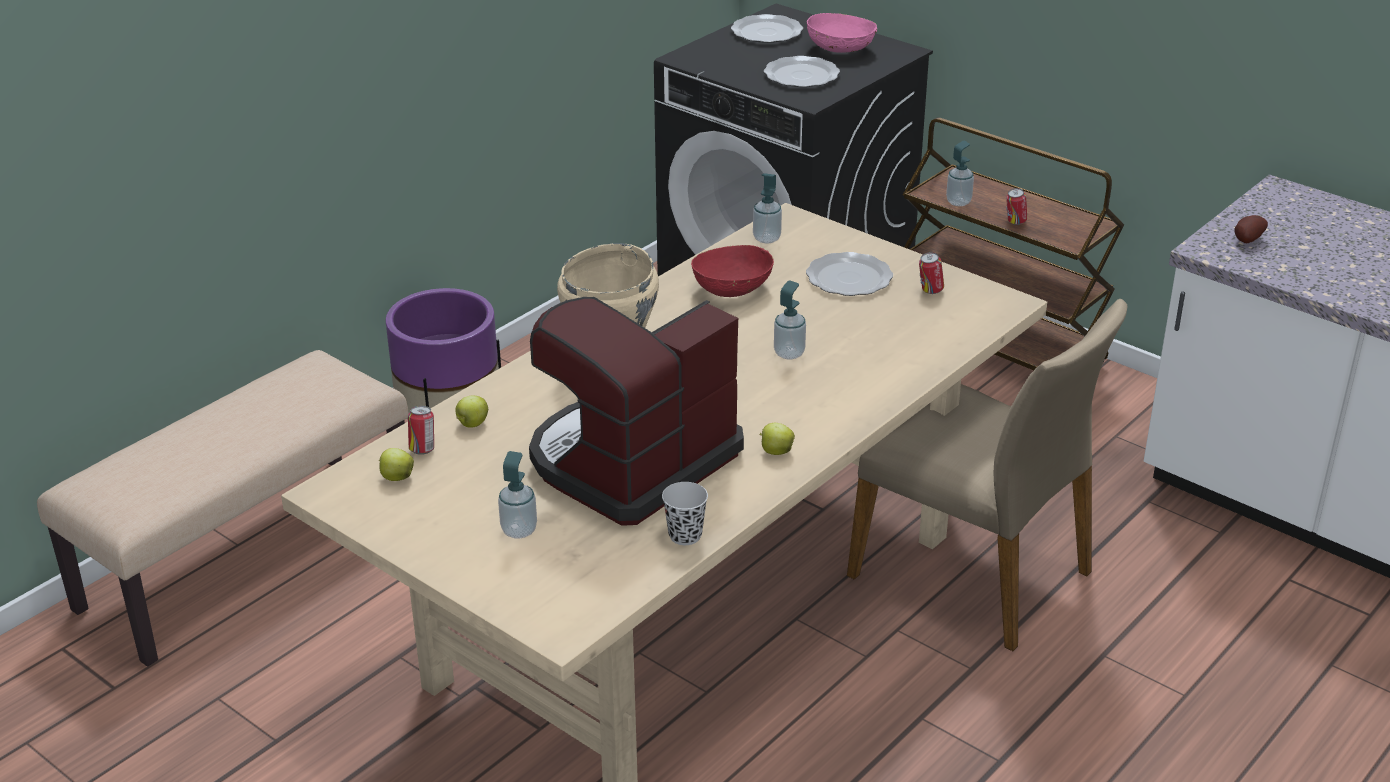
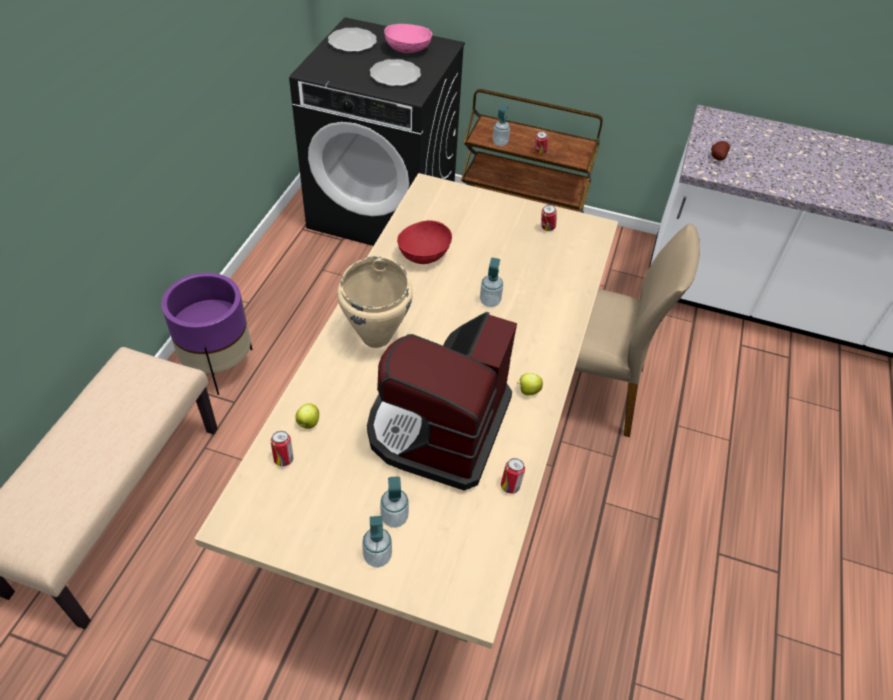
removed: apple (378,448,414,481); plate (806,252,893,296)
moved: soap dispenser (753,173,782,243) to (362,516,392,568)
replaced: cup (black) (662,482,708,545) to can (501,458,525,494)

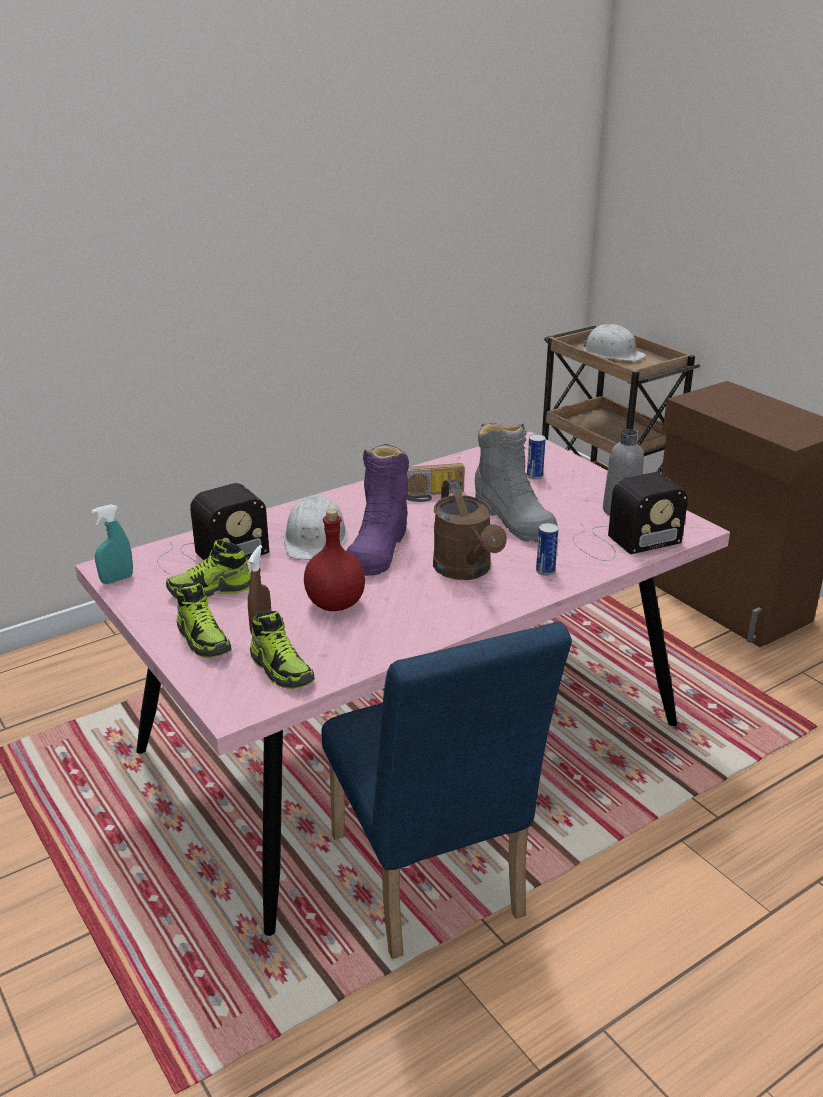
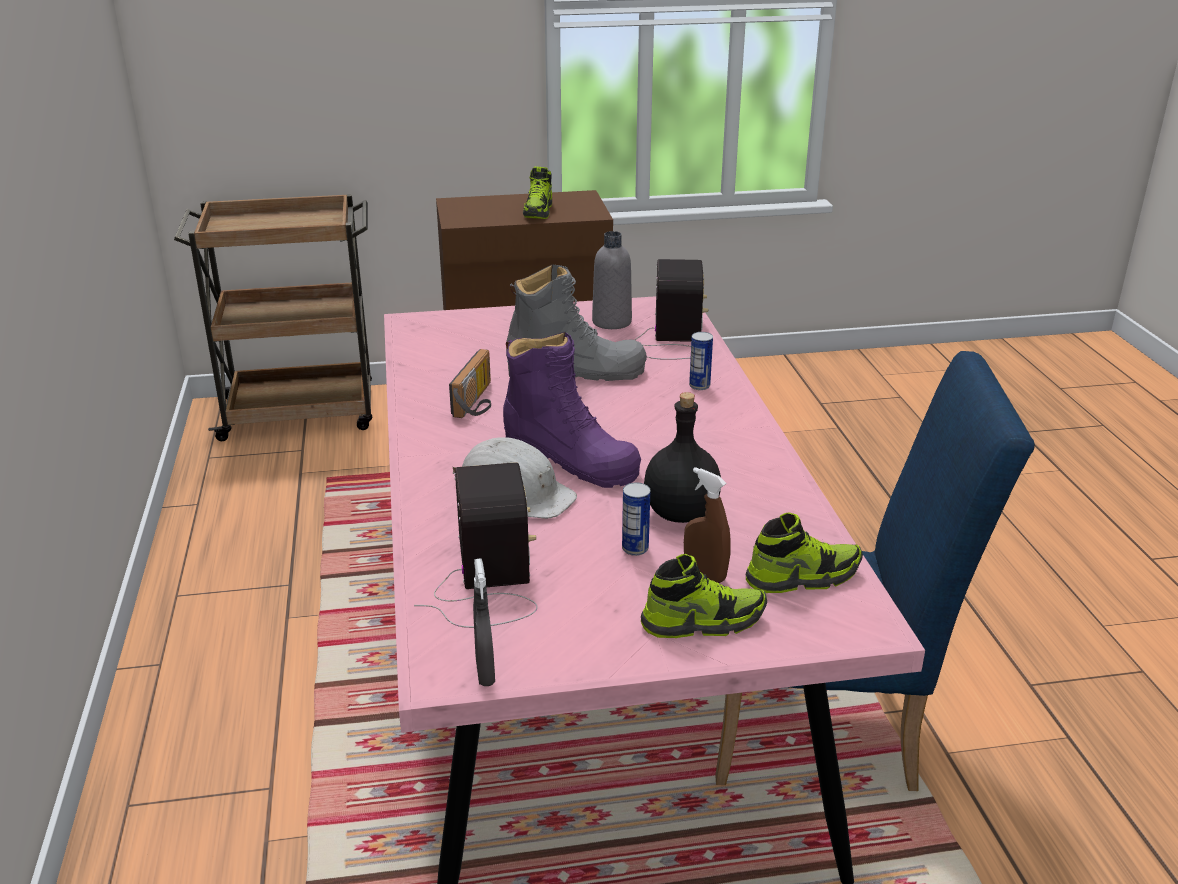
removed: watering can (brown) (433,479,507,580); hard hat (white) (581,324,646,361)
moved: shoe (166,539,251,599) to (523,167,552,219); can (527,434,546,480) to (622,482,650,556)
recoloured: spray bottle (turquoise) (91,504,133,584) to spray bottle (grey) (473,558,495,686); bottle (red) (304,509,365,611) to bottle (black) (644,392,721,523)

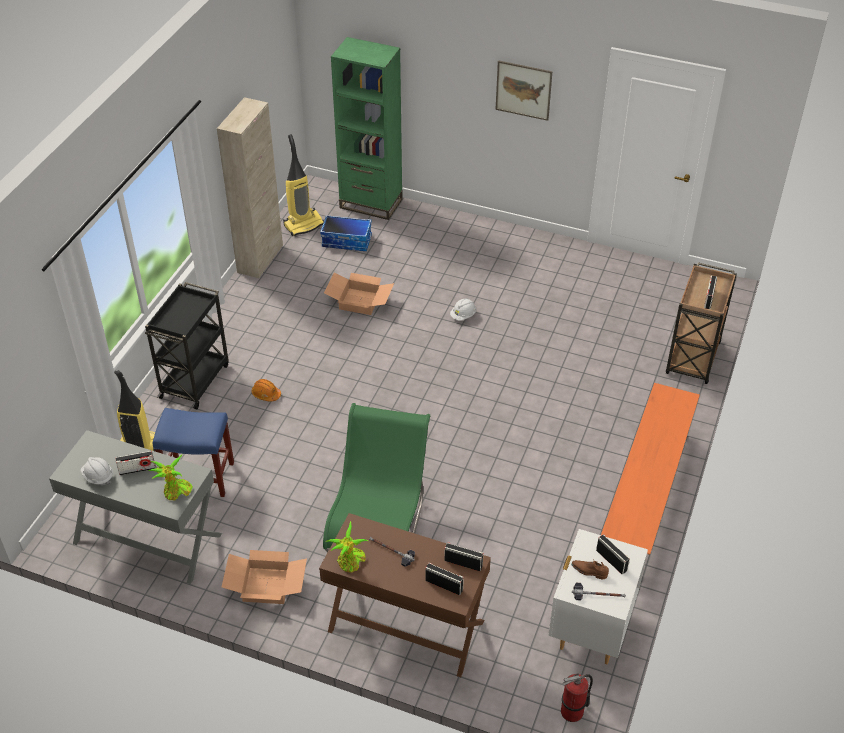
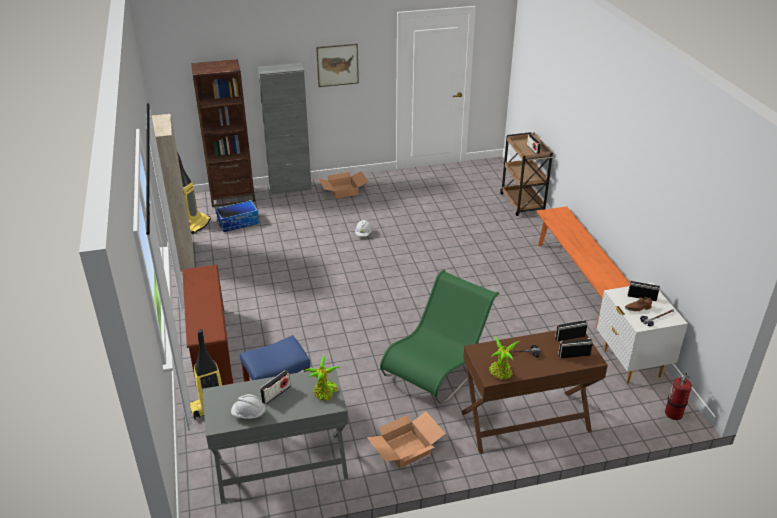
removed: hard hat (orange) (251,379,281,402)
added: cabinet (grey) (258,63,312,195)
moved: cardboard box (324,273,394,315) to (318,171,369,199)
replaced: cart (black) (145,282,229,410) to shoe rack (brown) (182,265,233,388)
recoloured: bookcase (green) (331,37,403,220) to bookcase (brown) (191,59,255,207)
turned: chair (green) (323,403,431,552) = (380,270,499,403) 60 degrees clockwise

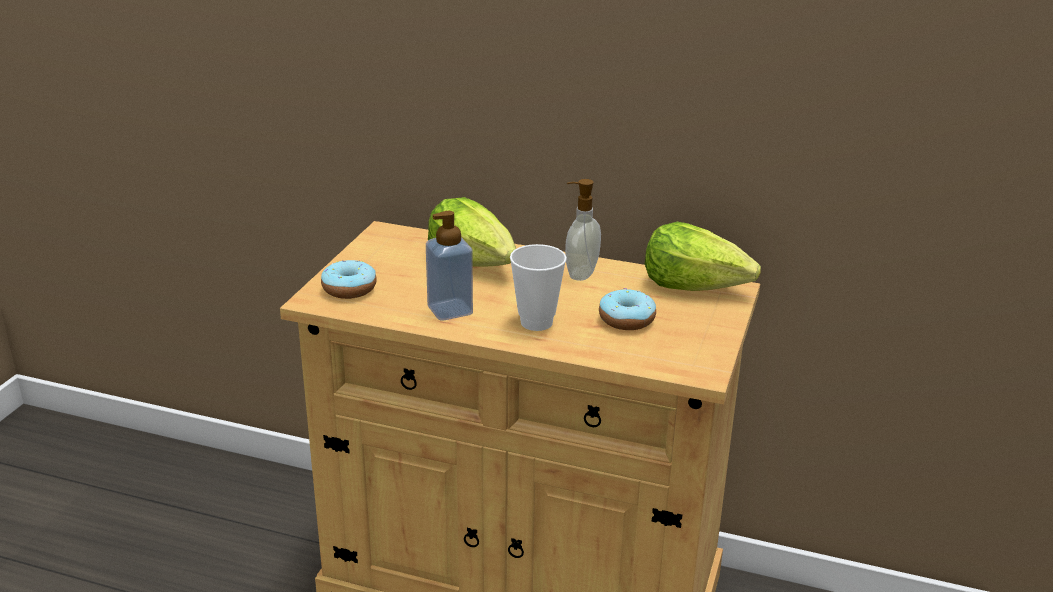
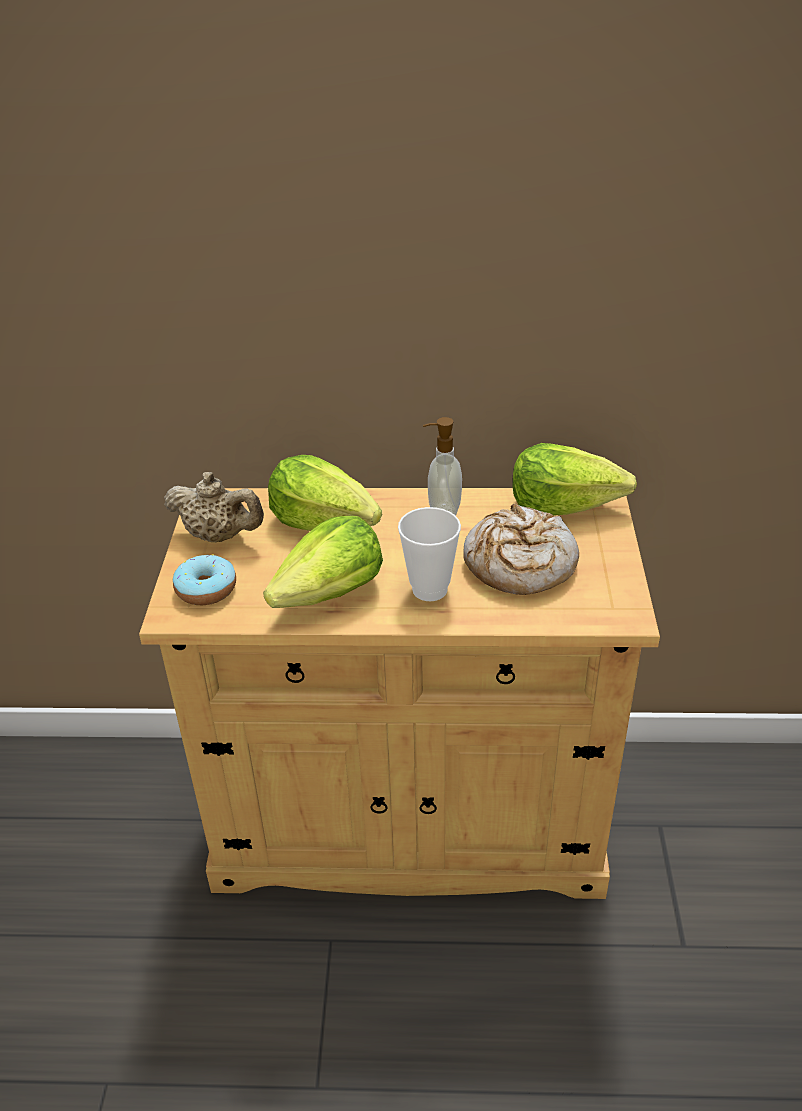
added: teapot (beige) (164,472,264,542)
replaced: soap dispenser (426,211,473,321) to lettuce (263,516,383,608); donut (599,288,656,330) to bread (463,504,579,595)

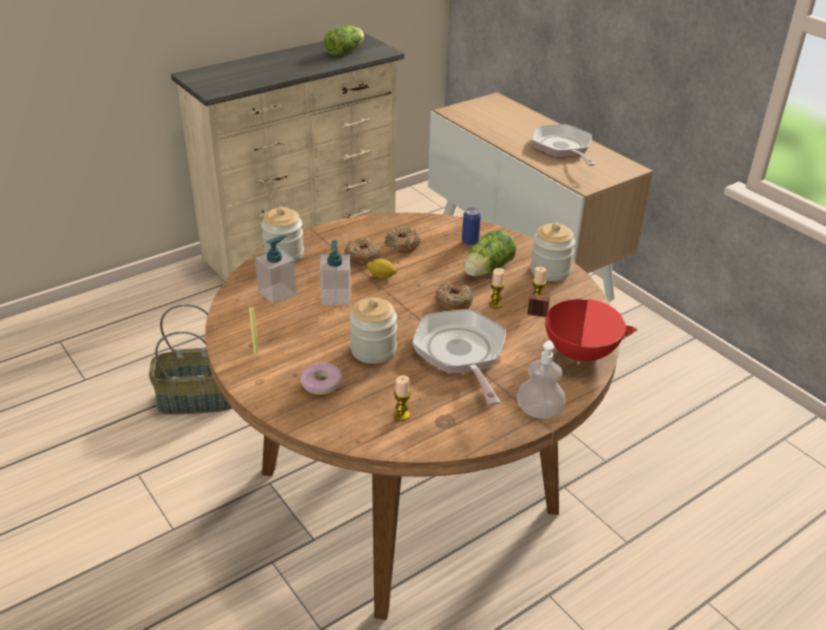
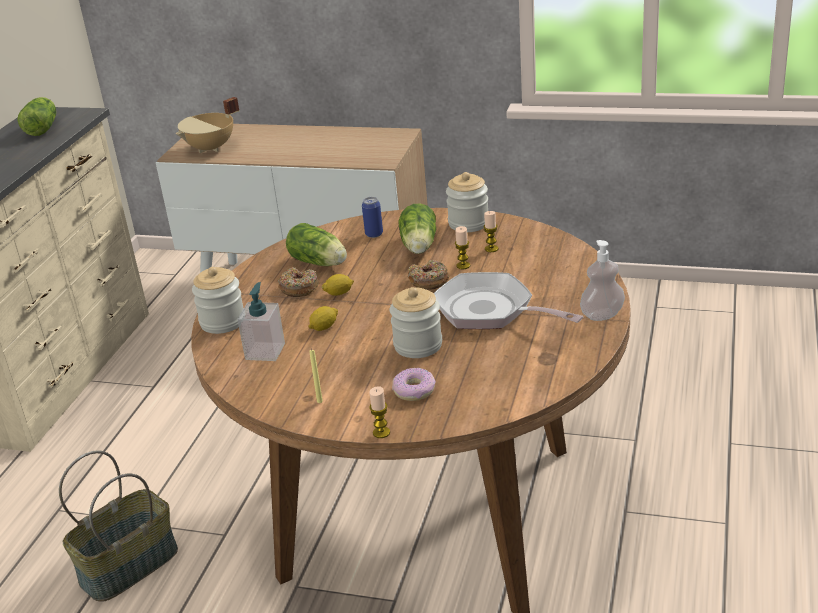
removed: cooking pot (red) (527,294,637,365); frying pan (532,124,596,166)
added: cooking pot (beige) (176,97,239,153)
moved: candle (394,375,411,421) to (369,386,390,438)
replaced: soap dispenser (320,240,351,305) to lemon (308,306,338,331); donut (385,226,421,253) to lettuce (286,223,347,266)

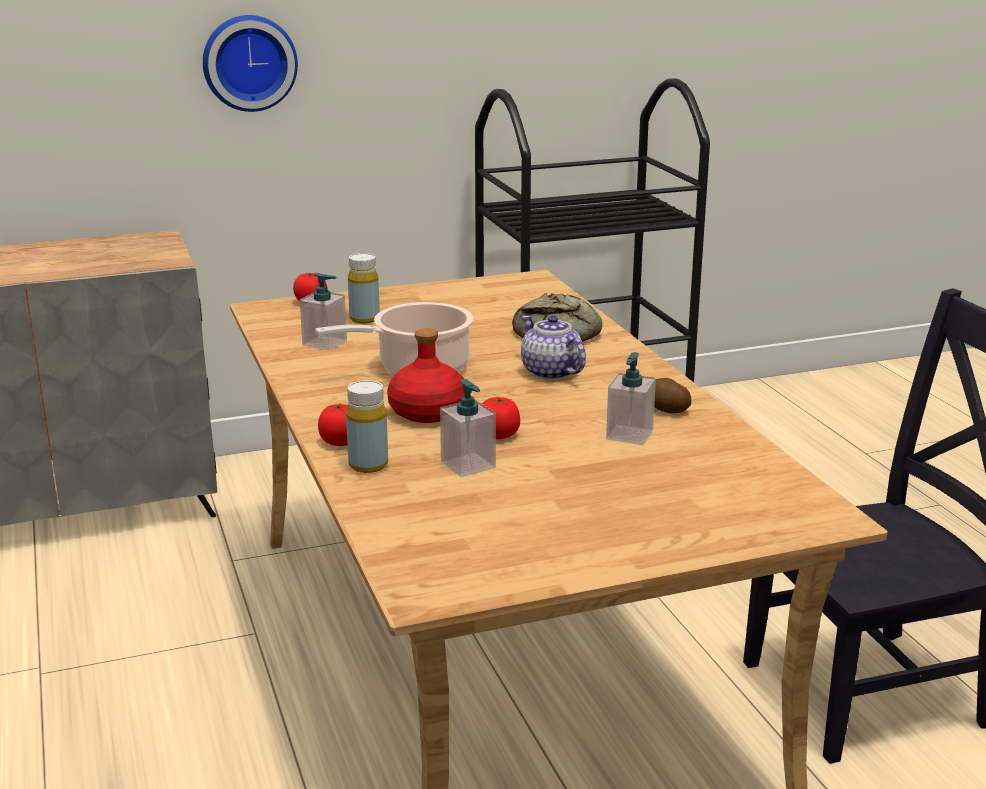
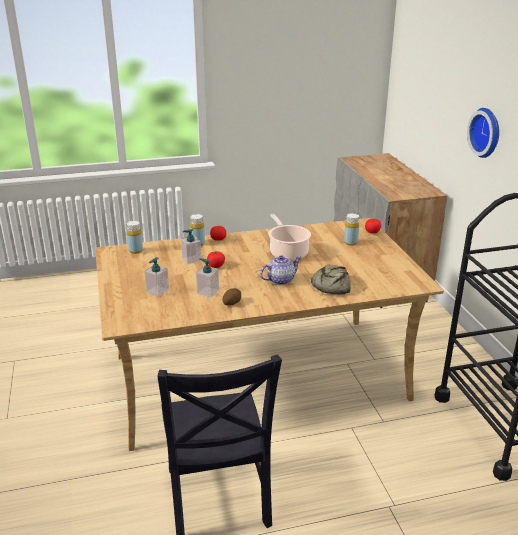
removed: bottle (red) (387,328,465,423)
added: bottle (yellow) (127,221,143,254)
moved: soap dispenser (300,273,347,350) to (144,257,169,296)

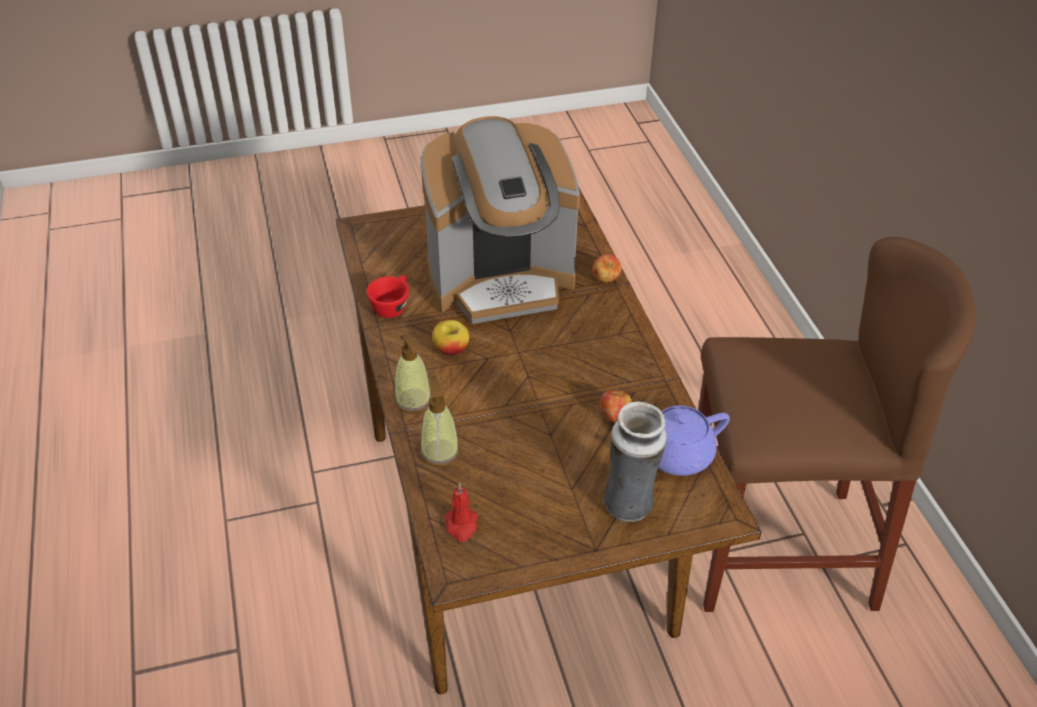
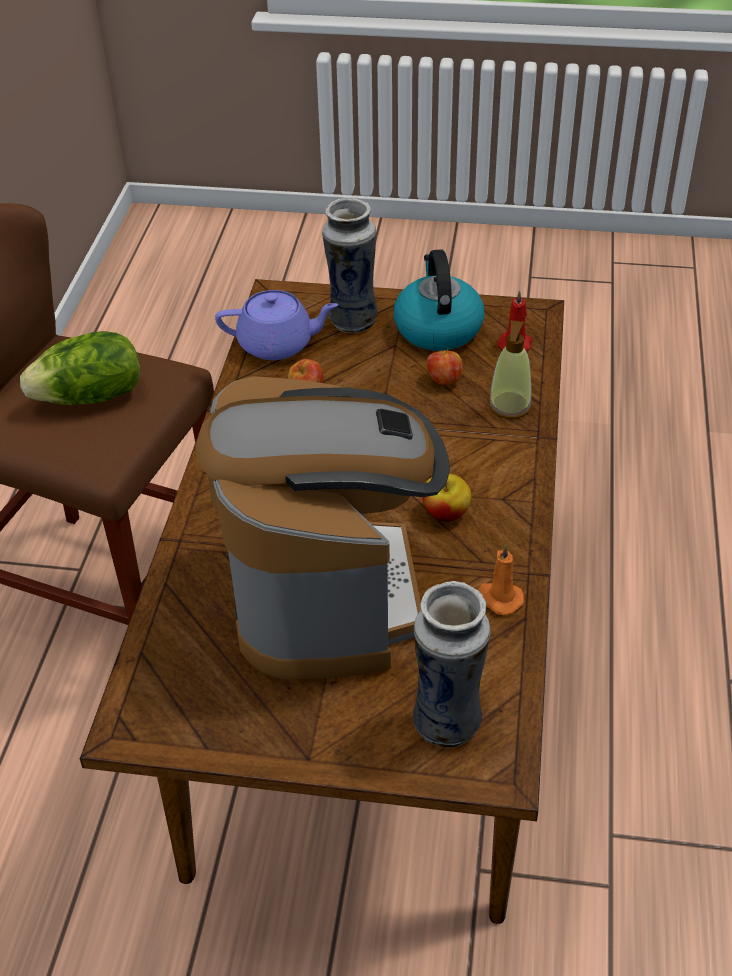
removed: soap dispenser (395,333,431,414)
added: lettuce (20,331,140,405); kettle (394,249,485,351); vase (413,581,491,748)
moved: apple (592,254,622,283) to (426,347,463,385)
replaced: cup (red) (366,275,409,318) to candle (orange) (478,544,524,615)
turned: coffee machine (421,116,580,324) = (196,376,450,679) 75 degrees clockwise

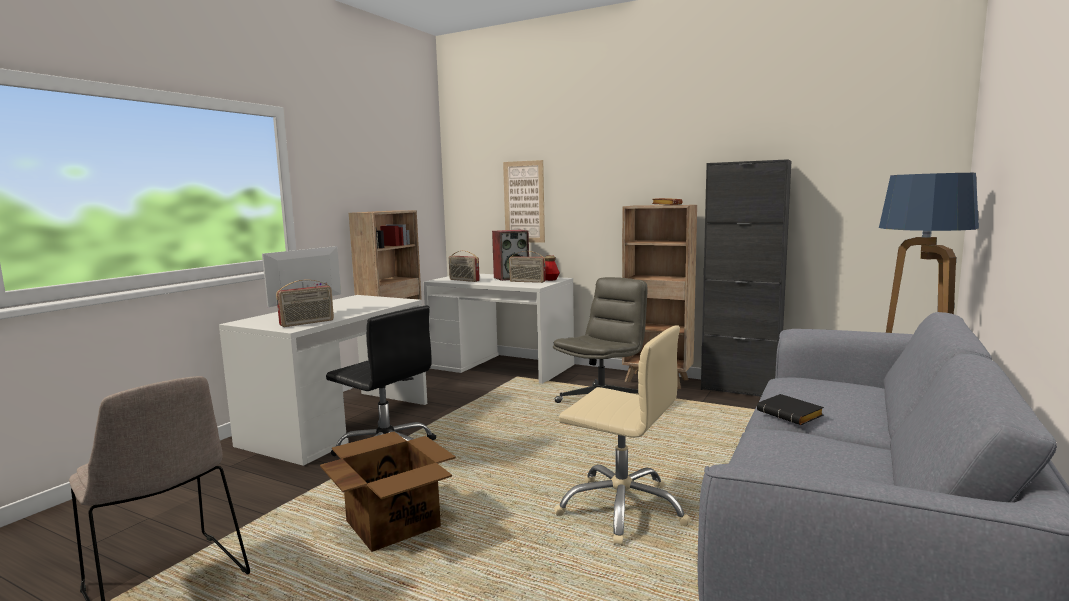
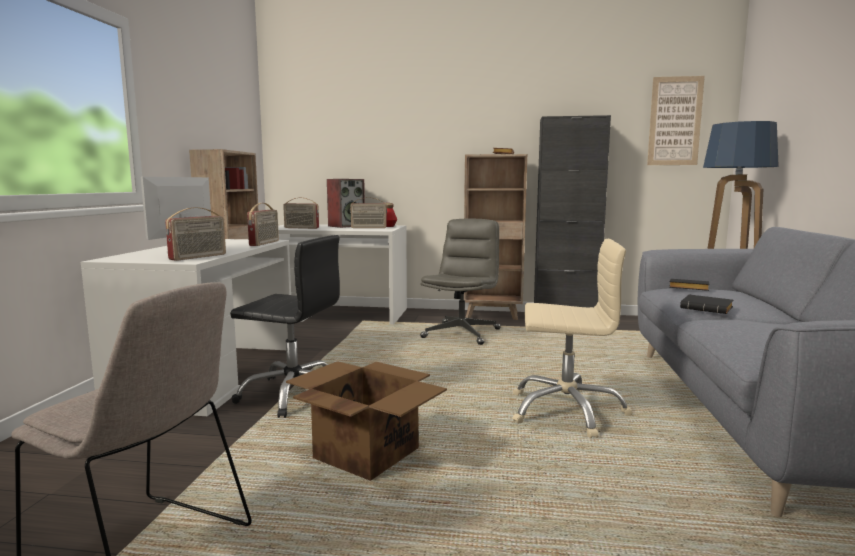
added: radio (247,203,279,246); book (black) (669,279,709,291)
moved: picture (503,160,545,243) to (647,76,705,165)

